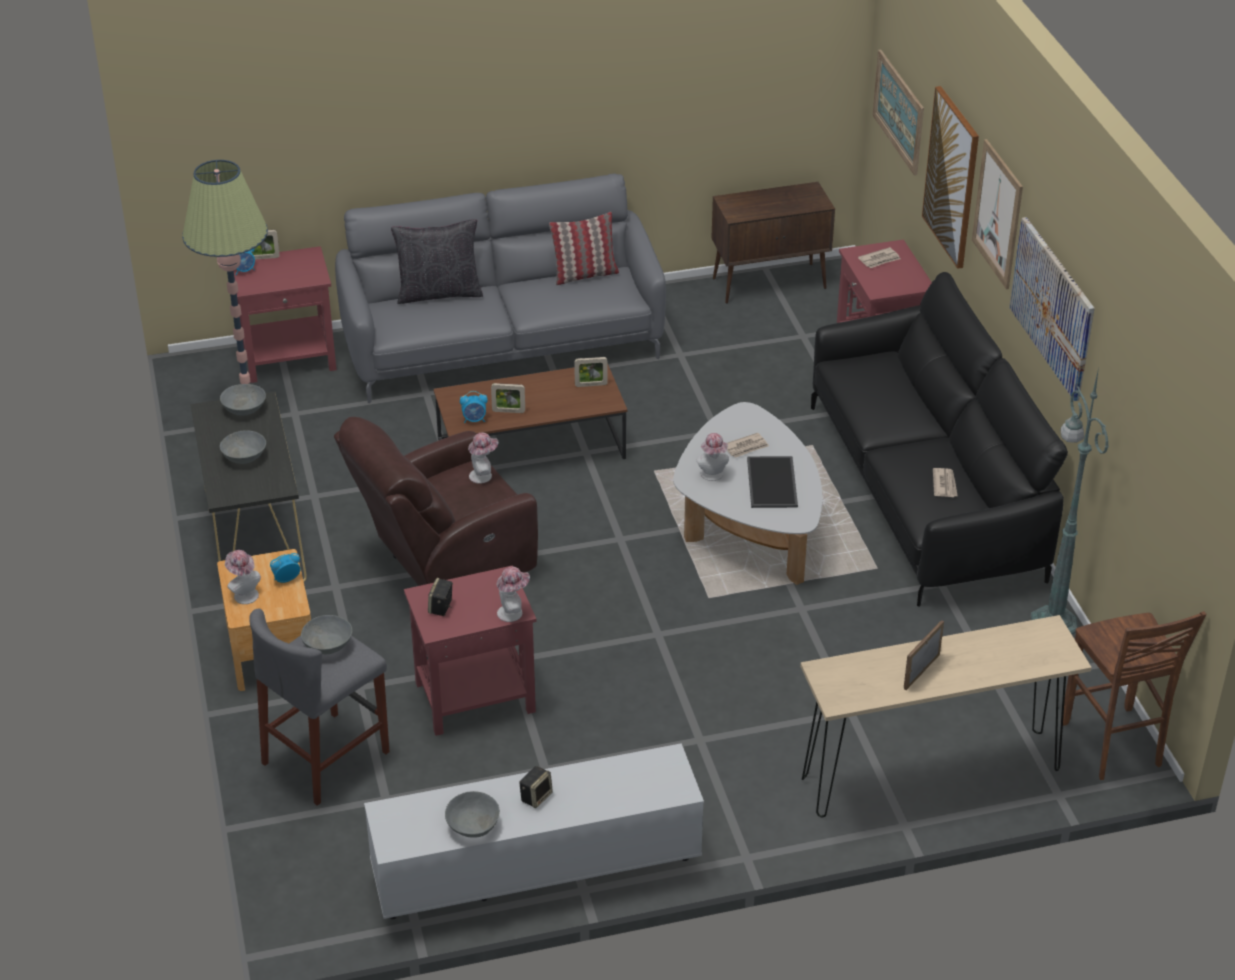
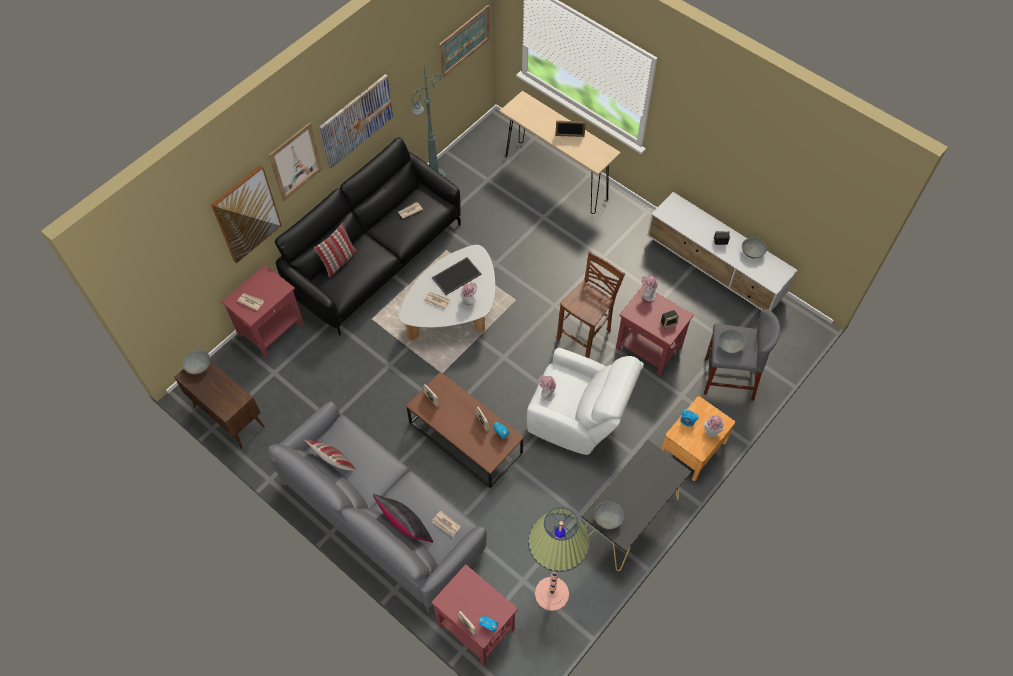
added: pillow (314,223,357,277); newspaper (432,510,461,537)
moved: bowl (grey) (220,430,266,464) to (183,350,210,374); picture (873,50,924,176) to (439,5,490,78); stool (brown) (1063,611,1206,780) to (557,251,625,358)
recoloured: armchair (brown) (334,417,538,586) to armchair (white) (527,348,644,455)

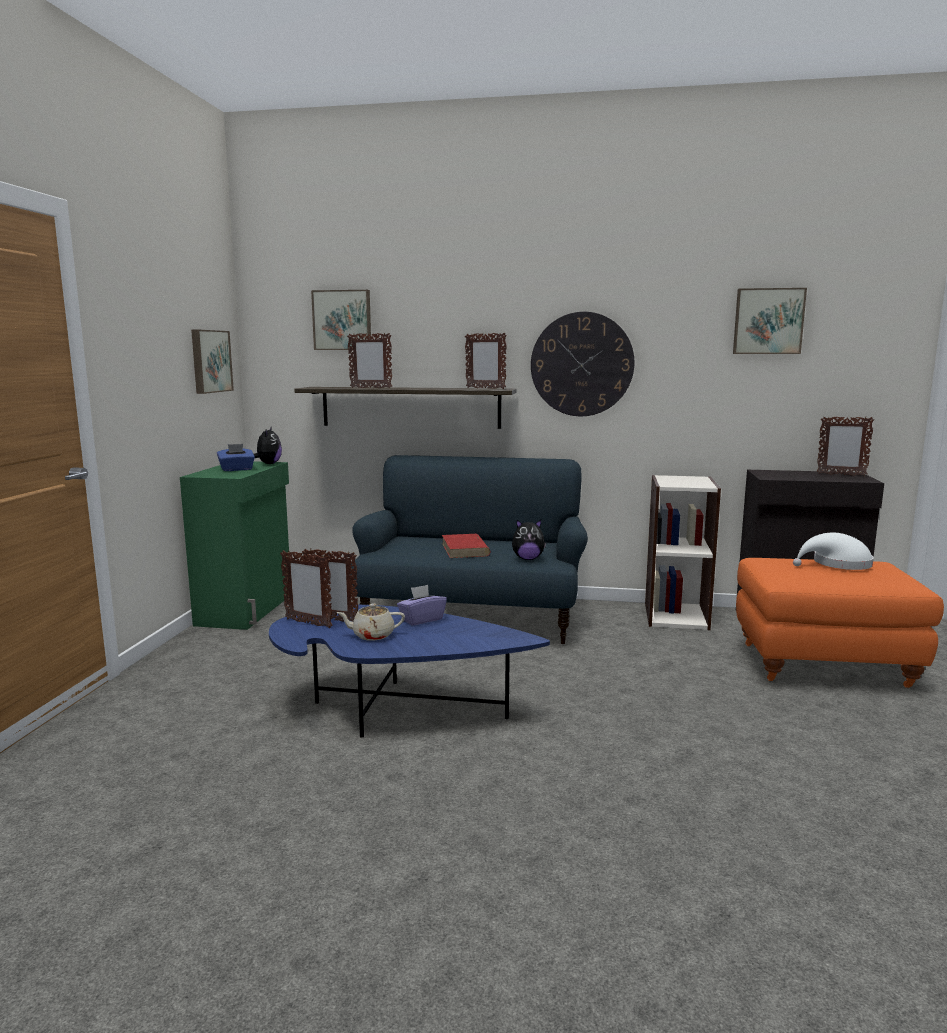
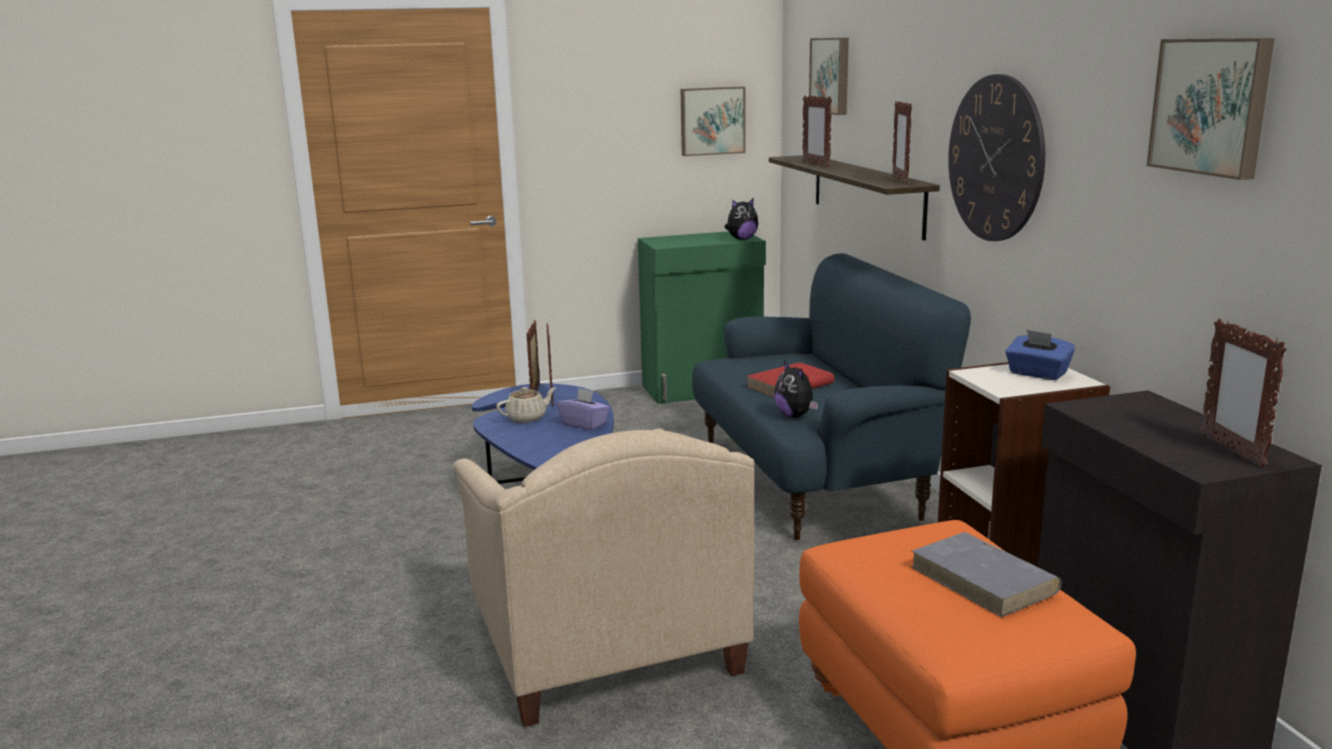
added: armchair (beige) (453,428,755,727)
moved: tissue box (blue) (217,444,255,471) to (1005,329,1075,380)
replaced: hat (white) (793,532,874,570) to book (grey) (911,532,1062,617)
turned: teapot (beige) (336,603,405,641) = (496,387,556,423) 90 degrees clockwise

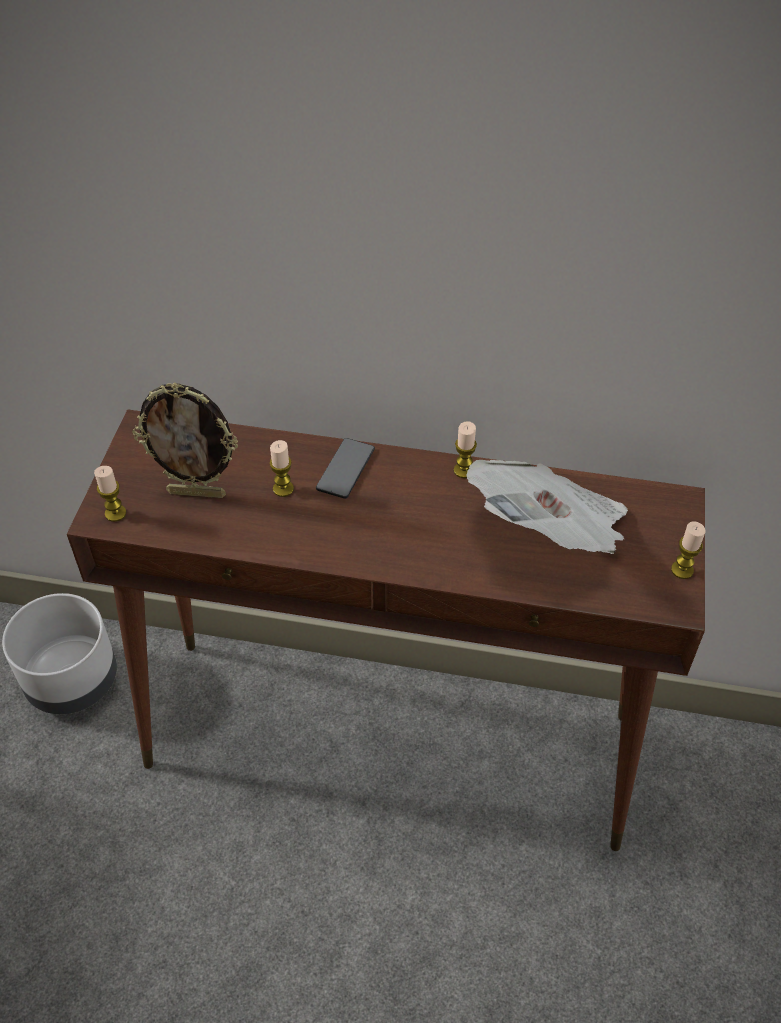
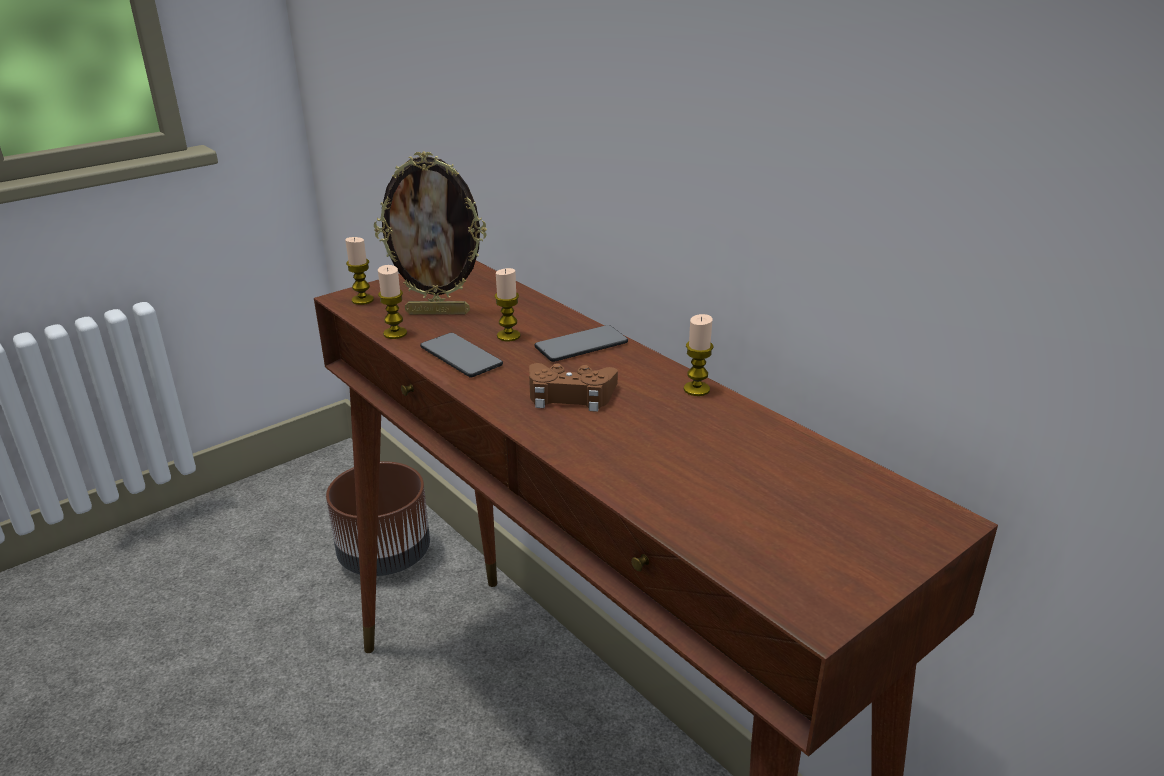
removed: newspaper (467,460,628,554)
added: phone (420,333,503,378); game controller (brown) (529,363,618,412)
moved: candle (671,521,705,579) to (378,265,407,339)
recoloured: planter (grey) (2,593,117,714) to planter (brown) (326,461,430,576)
turned: picture frame (132,382,238,498) = (374,151,487,315) 45 degrees counterclockwise

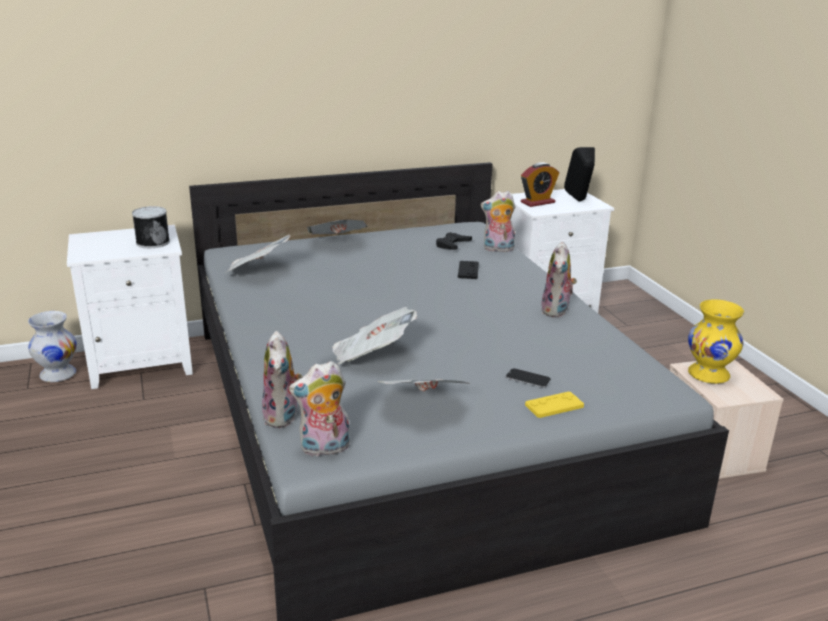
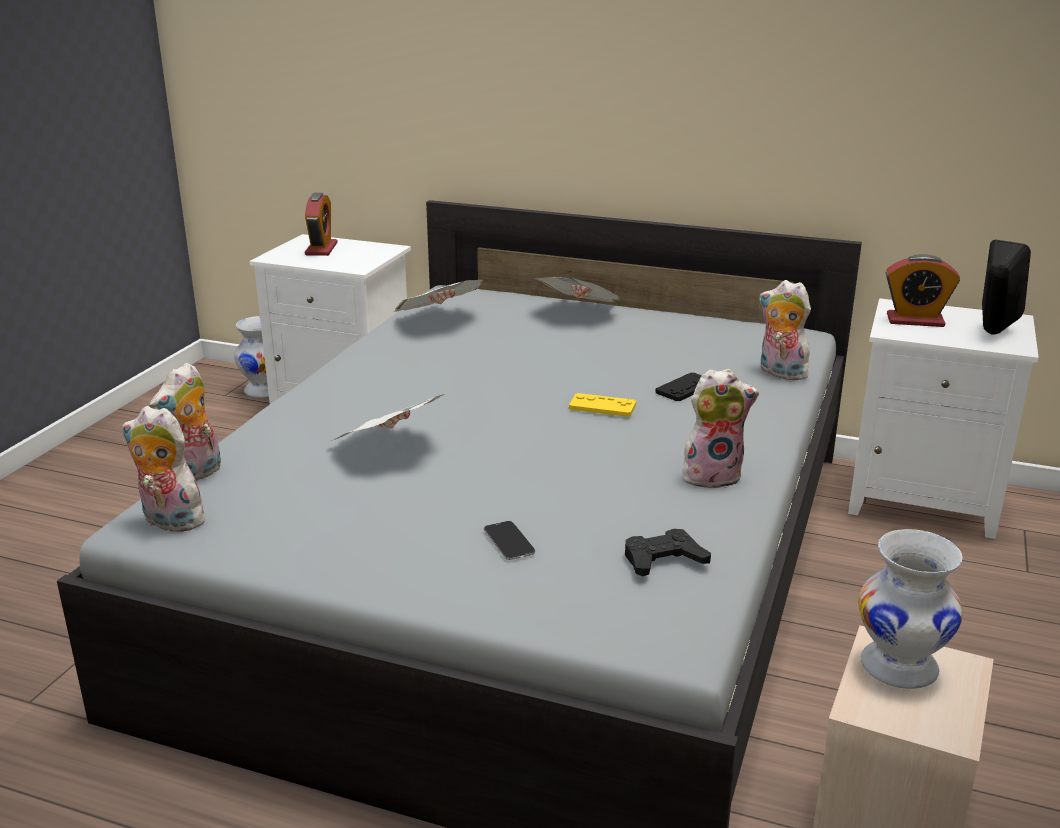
removed: can (132,206,170,248); newspaper (378,379,468,391)
added: alarm clock (305,193,338,256)
moved: game controller (black) (436,232,472,250) to (625,529,711,577); game controller (yellow) (525,392,584,418) to (569,393,636,417)
recoloured: vase (yellow) (688,299,744,384) to vase (white) (858,529,963,689)
turned: plush toy (541,241,577,318) = (682,369,759,489) 150 degrees counterclockwise

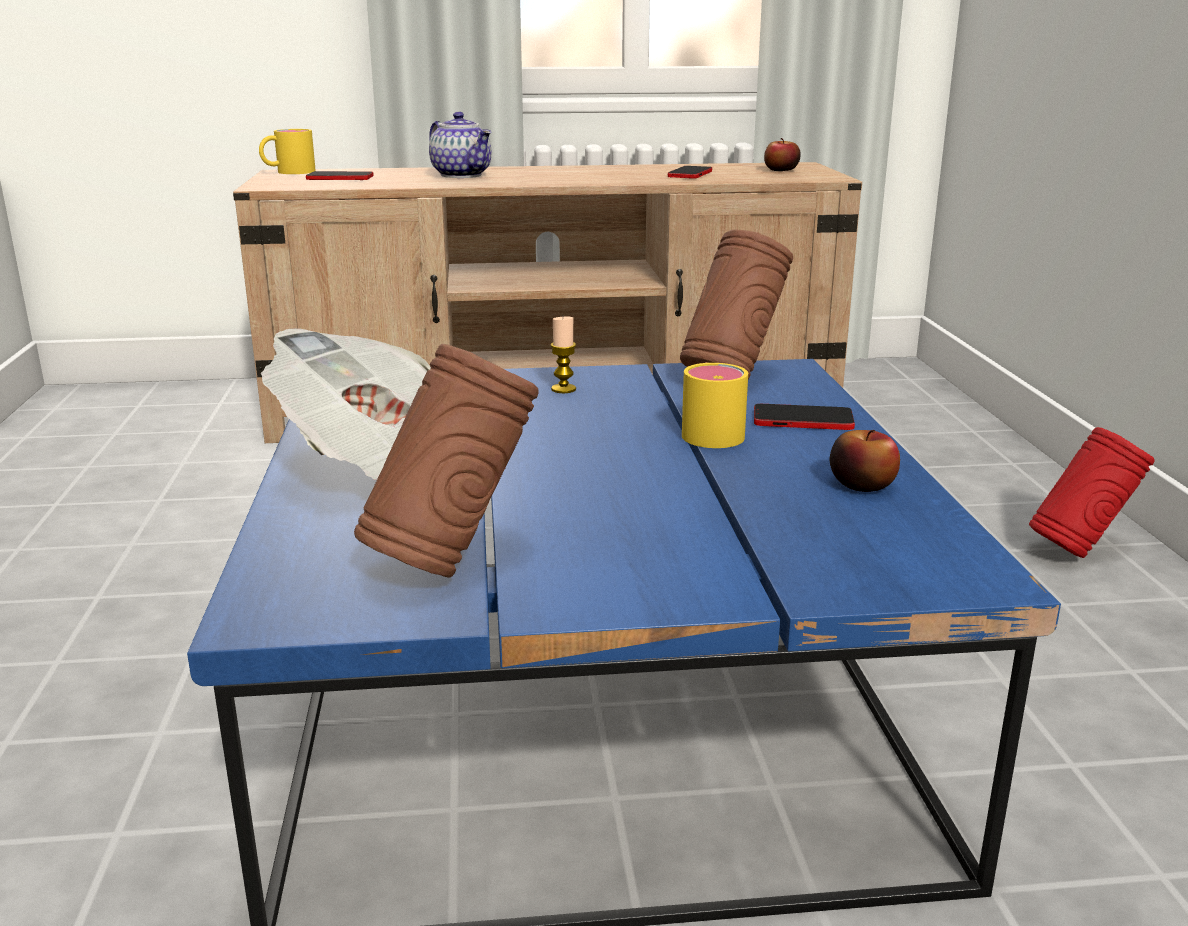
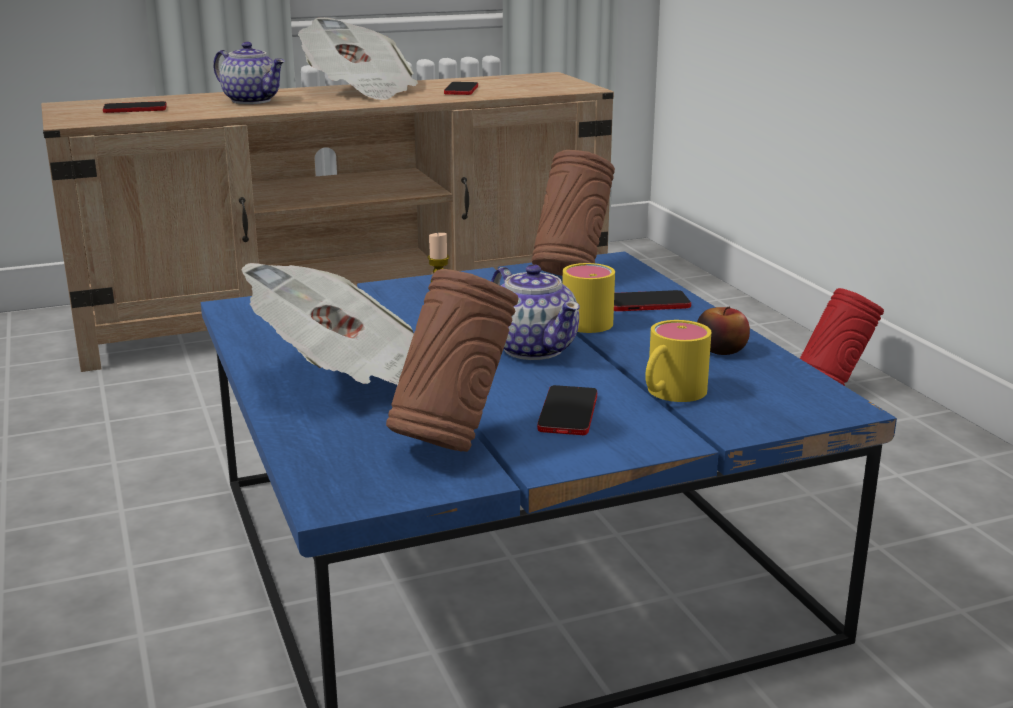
removed: apple (764,138,801,171)
added: newspaper (298,17,418,100); teapot (491,264,580,360); phone (537,385,597,435)
moved: mug (yellow) (259,129,316,174) to (645,320,711,402)

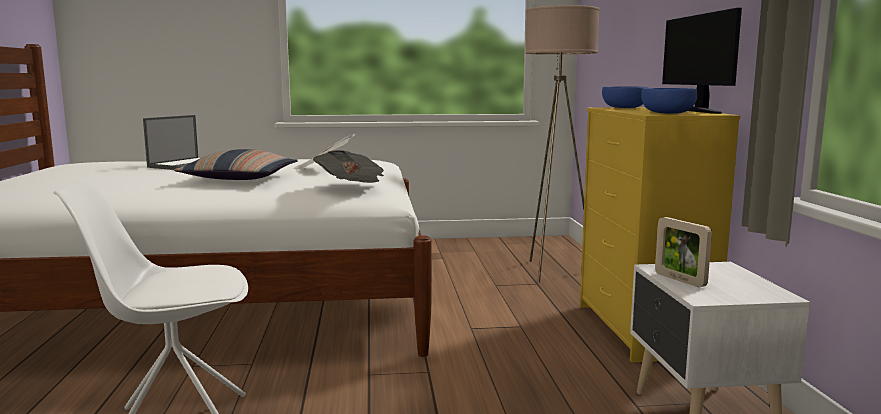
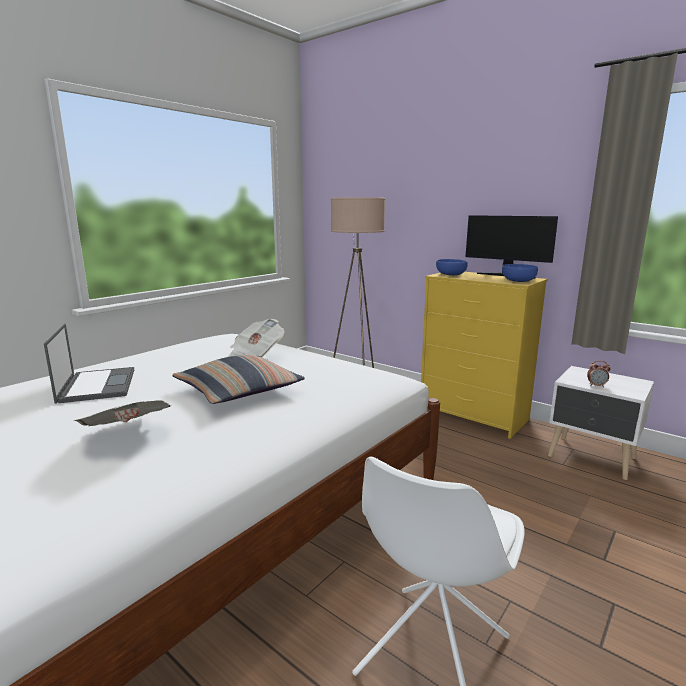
moved: newspaper (313,150,384,183) to (74,401,171,426)
replaced: picture frame (655,217,712,287) to alarm clock (587,361,610,387)

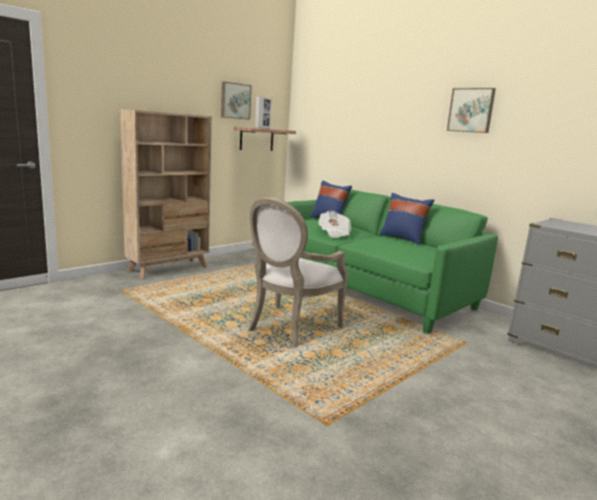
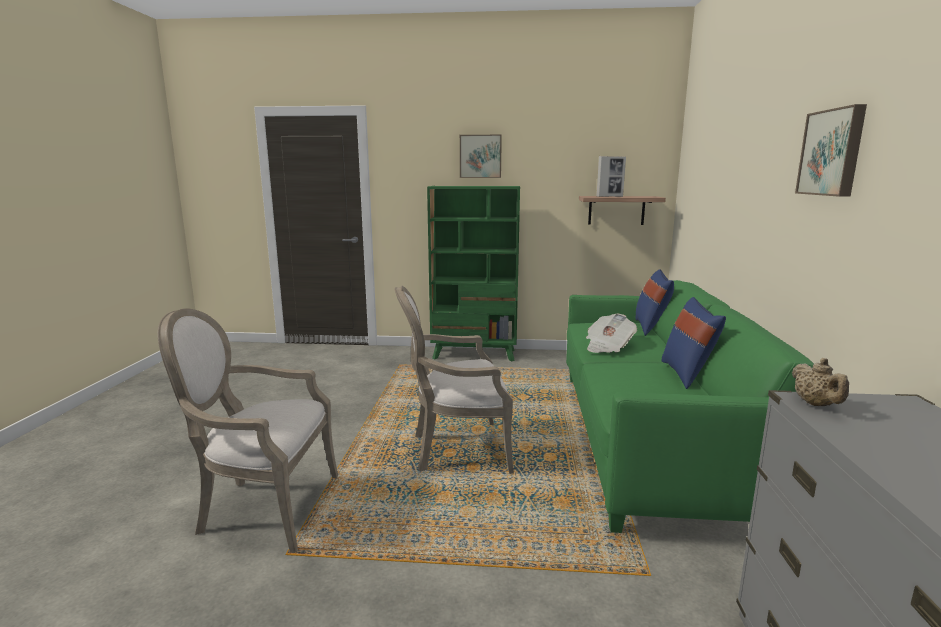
added: armchair (157,308,338,553); teapot (beige) (792,358,849,406)
moved: picture (221,82,252,120) to (460,135,502,178)
recoloured: bookcase (beige) (120,109,212,280) to bookcase (green) (427,186,520,362)

